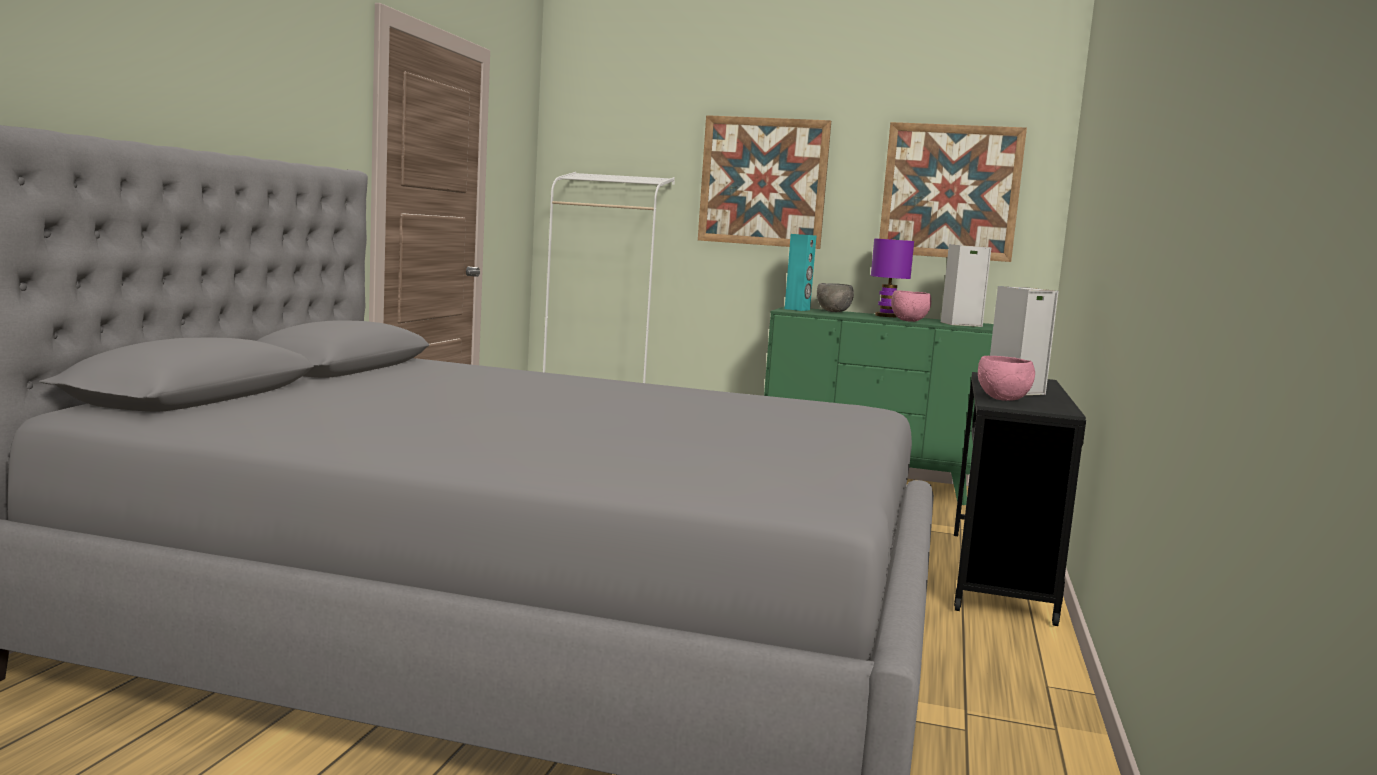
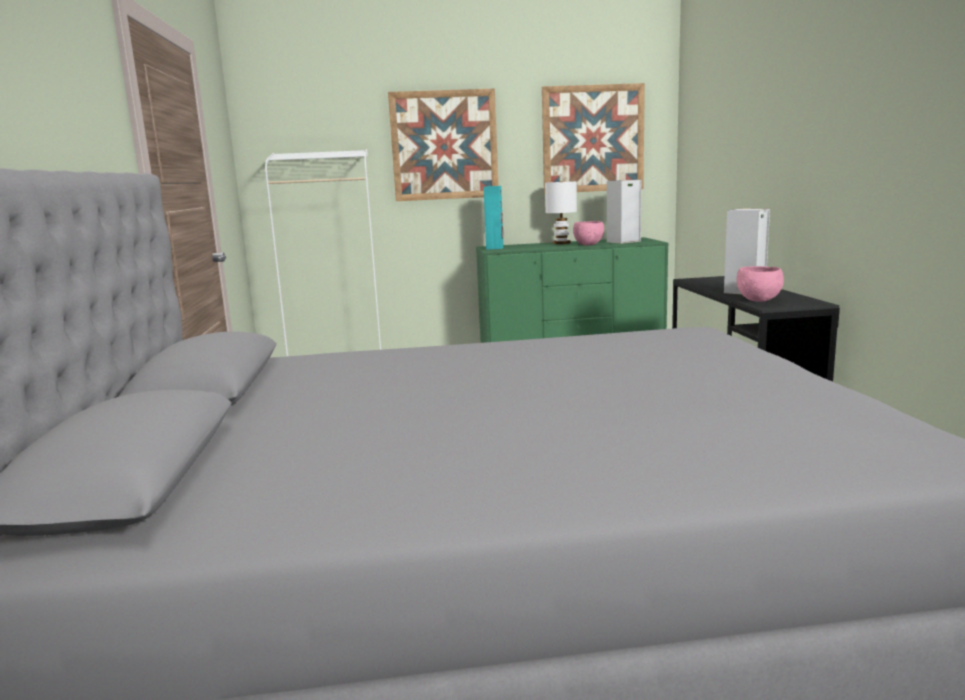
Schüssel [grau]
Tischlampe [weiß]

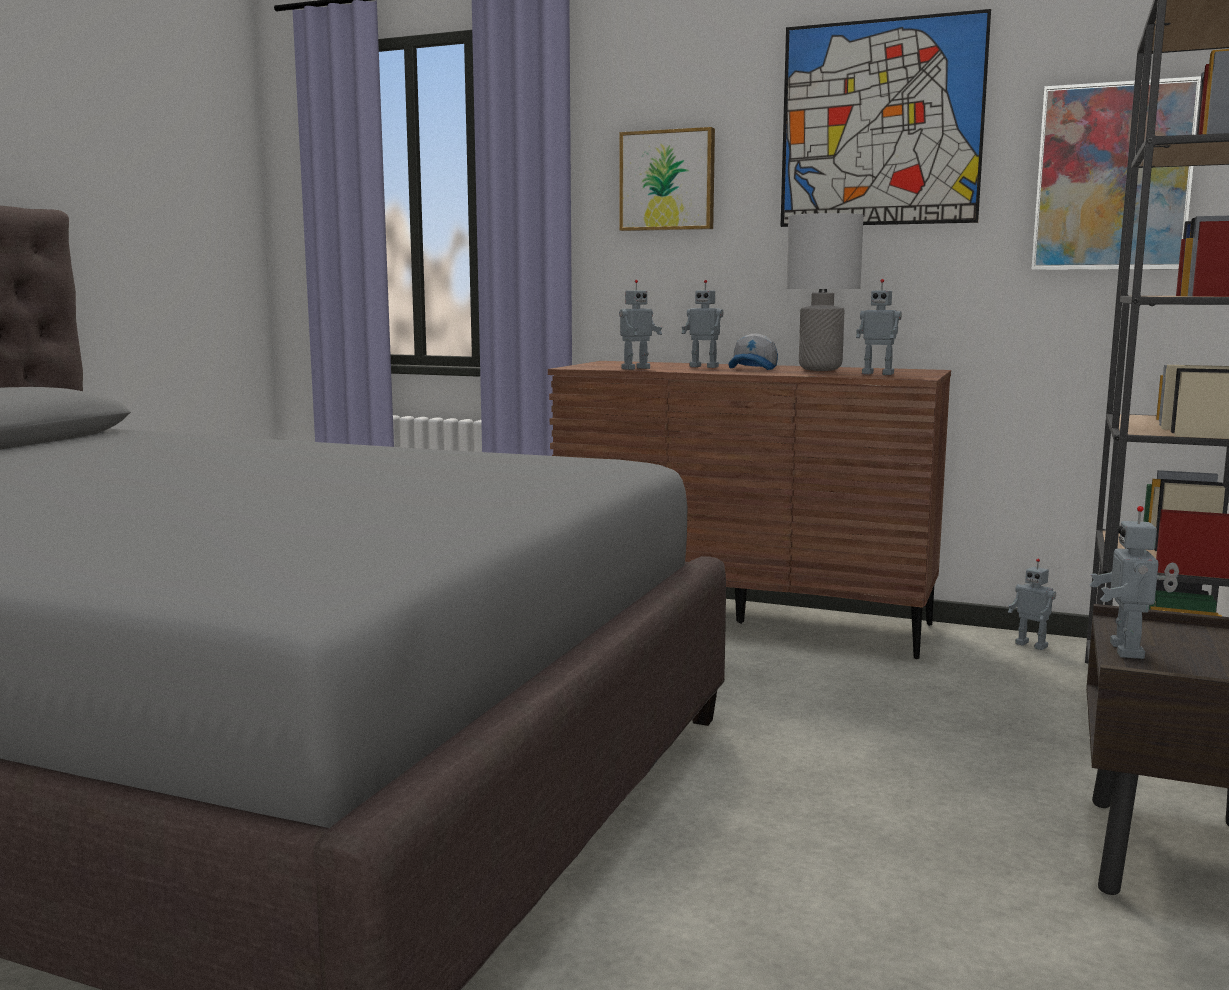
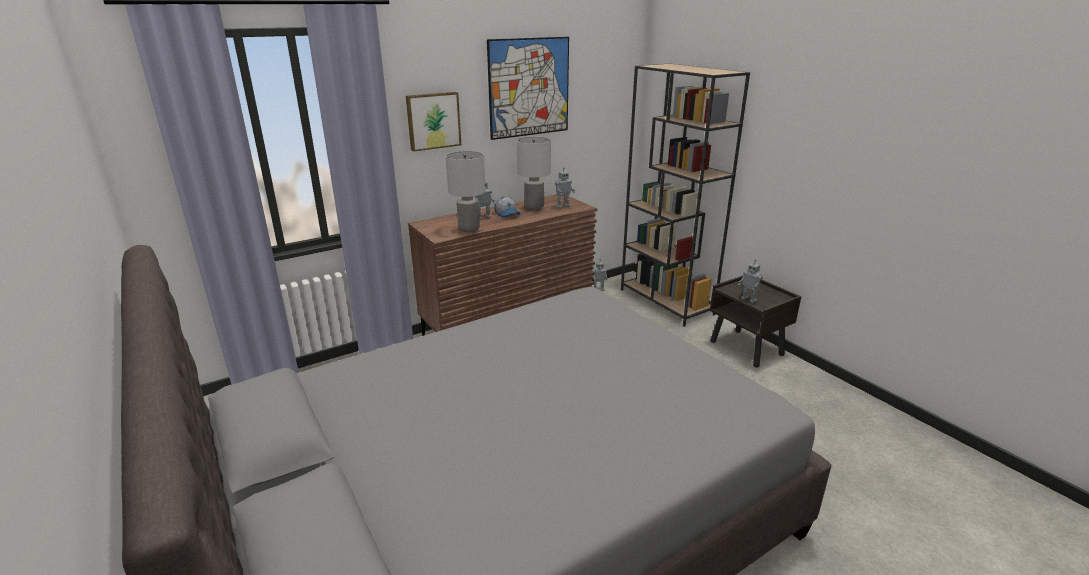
Bild (3rd from left in the first image)
Tischlampe [grau] (1st from left)

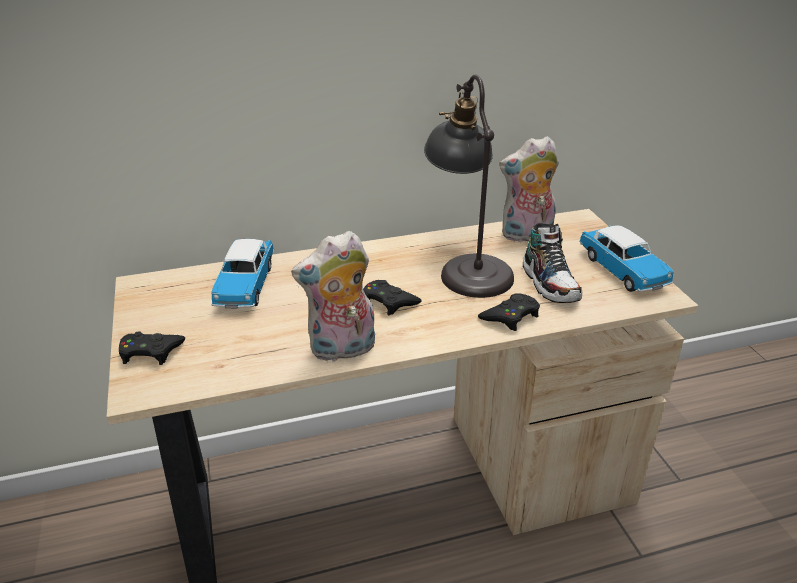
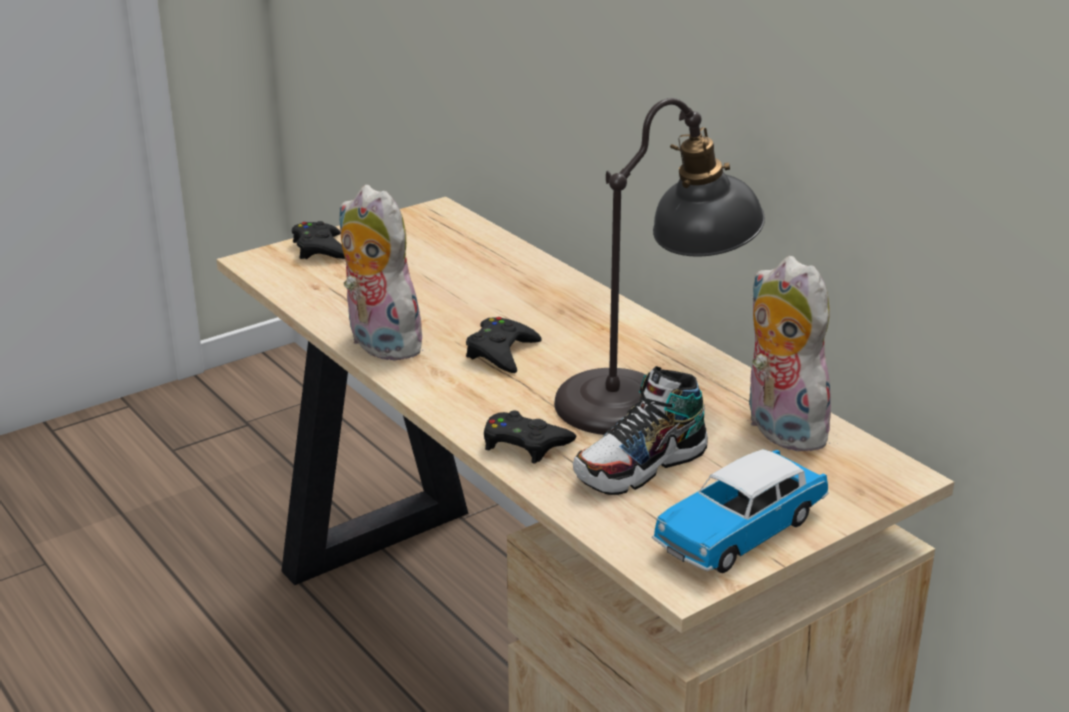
Spielzeugauto (1st from left in the first image)

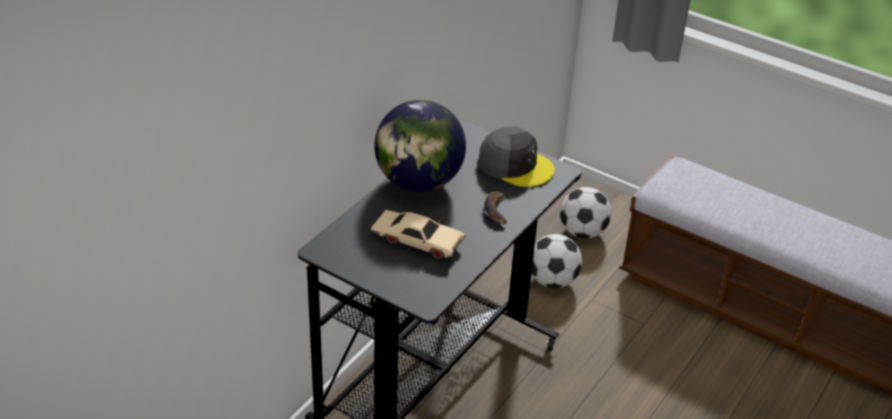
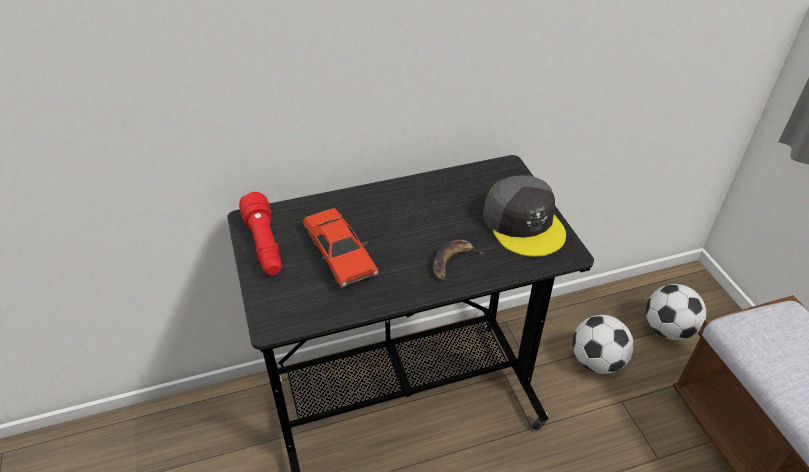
Globus
Taschenlampe [rot]
Spielzeugauto [rot]

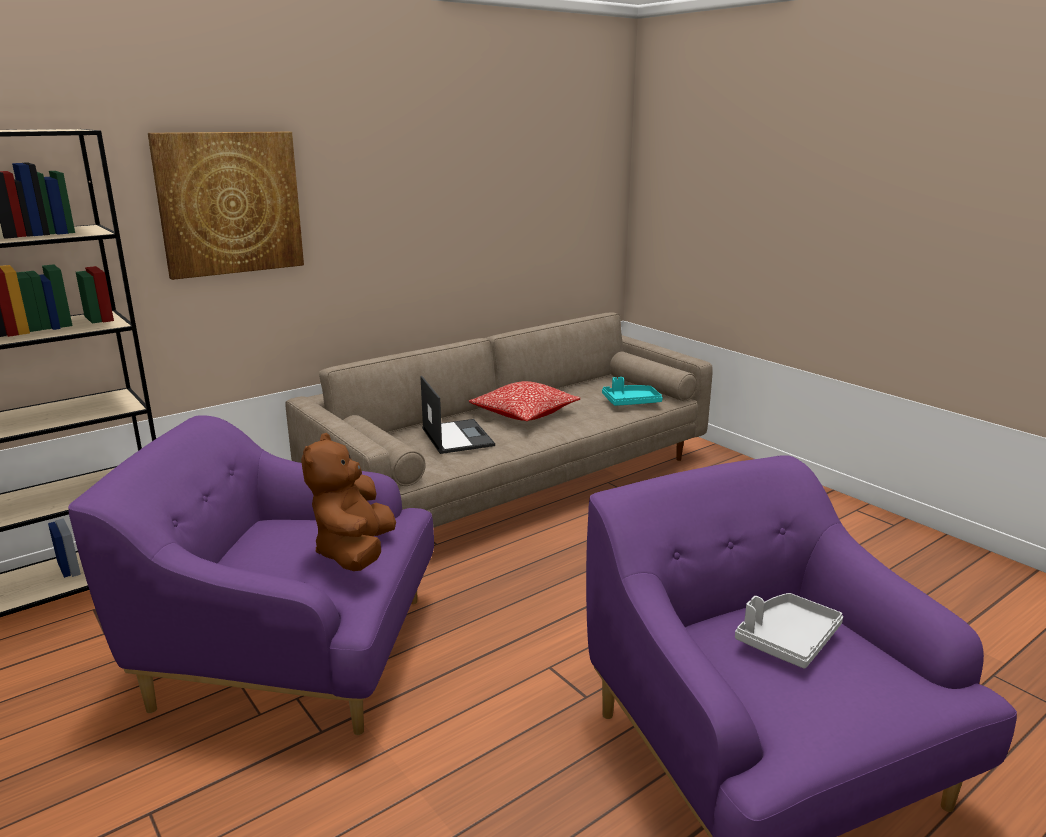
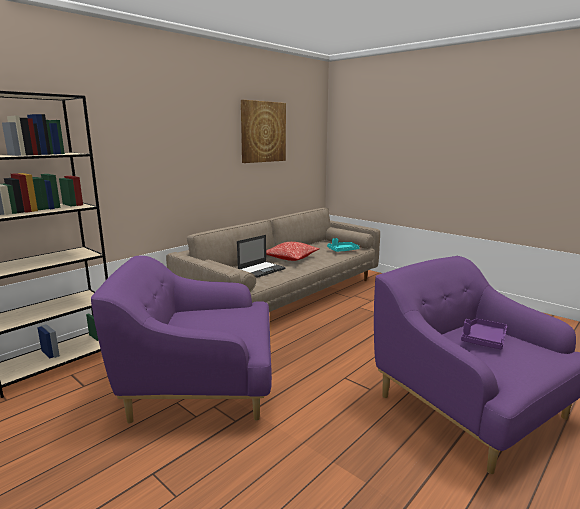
Plüschtier [braun]
Bild
Tablett [lila]
Laptop

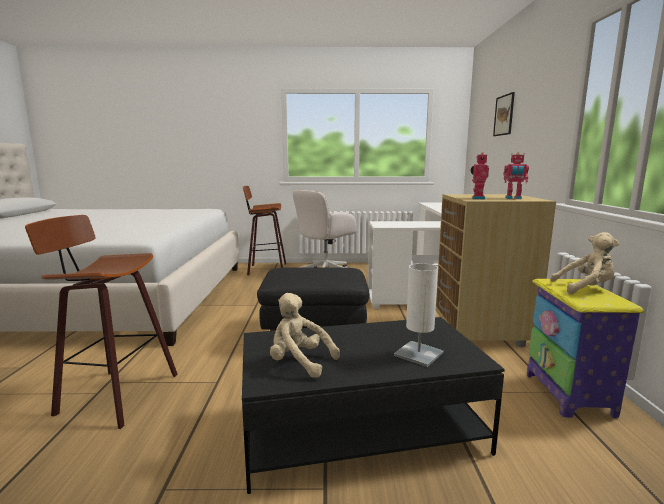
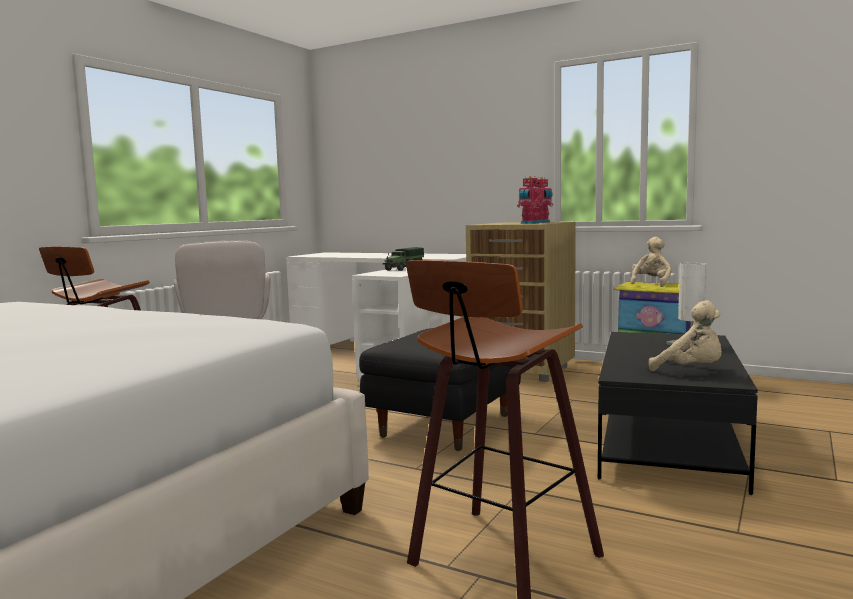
Bild
Spielzeuglaster
Plüschtier [beige] (2nd from left)

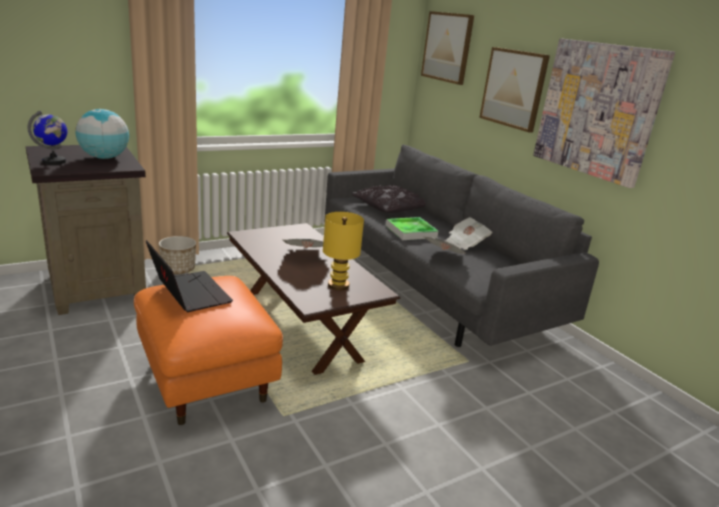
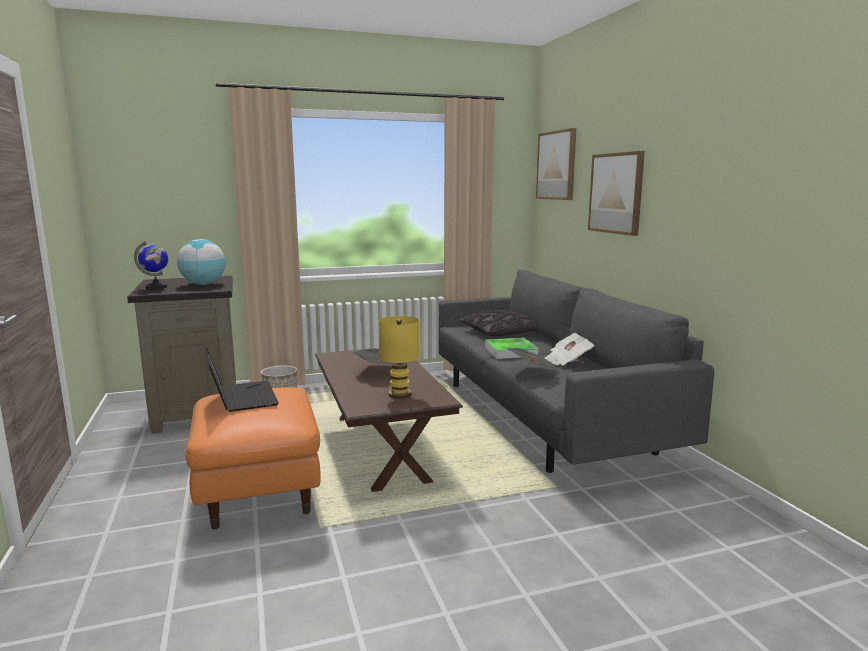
Bild (3rd from left in the first image)

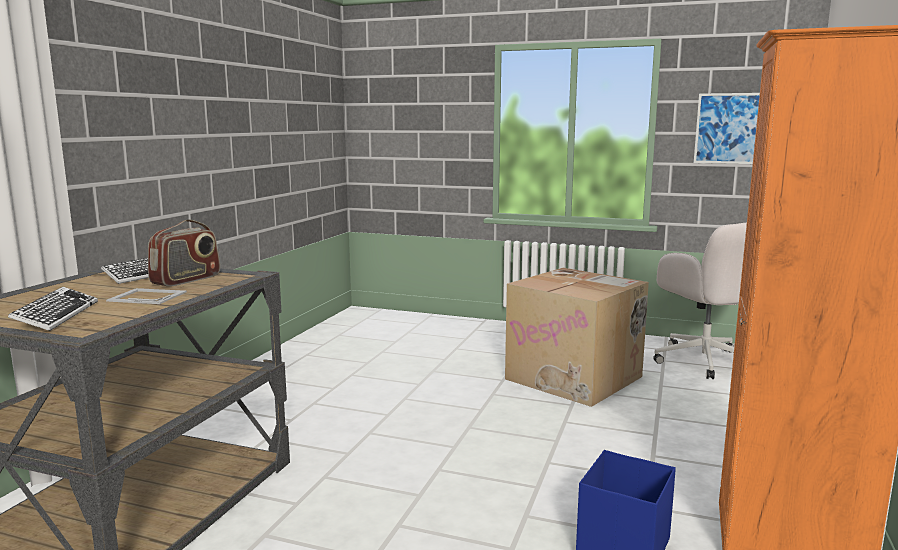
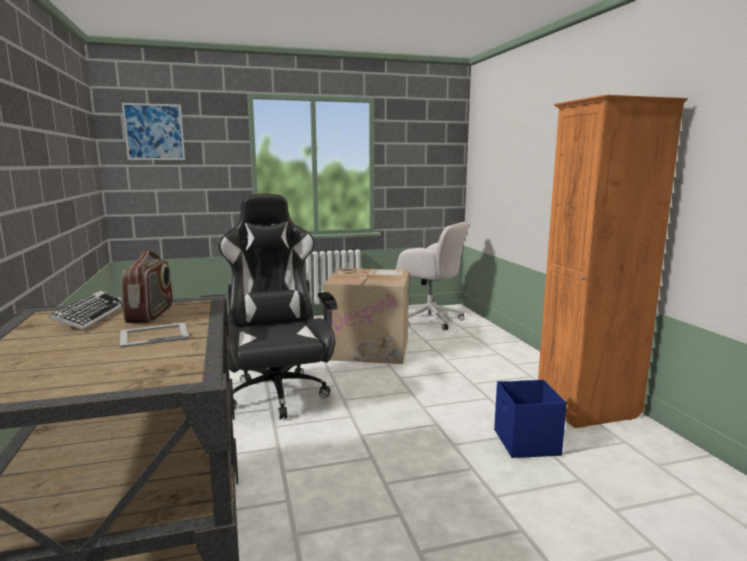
Tastatur (1st from left in the first image)
Bürostuhl [schwarz]
Bild

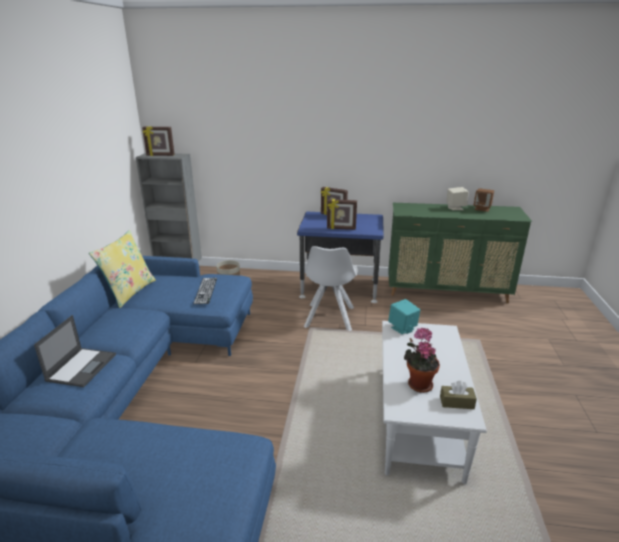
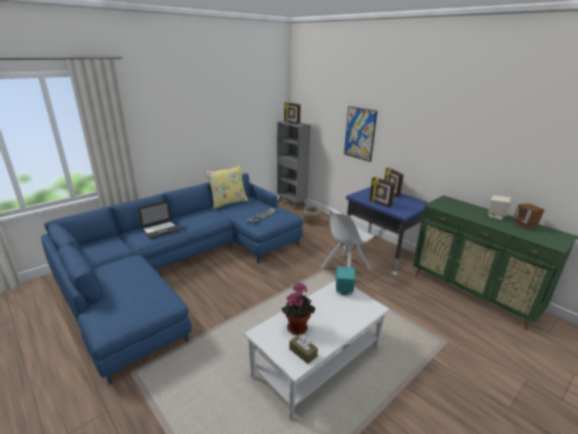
Bild

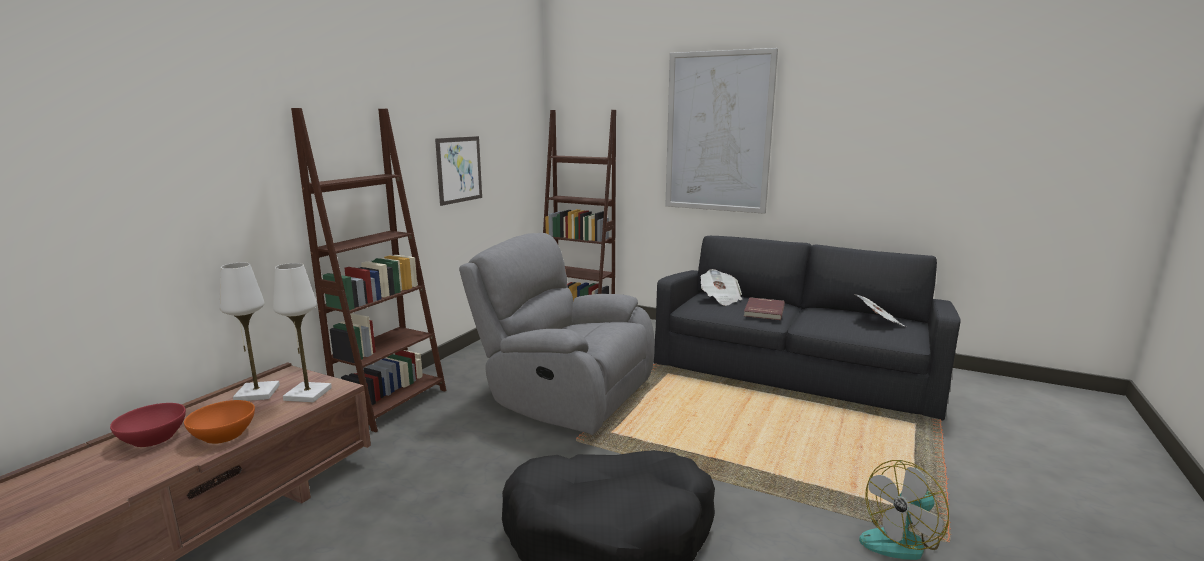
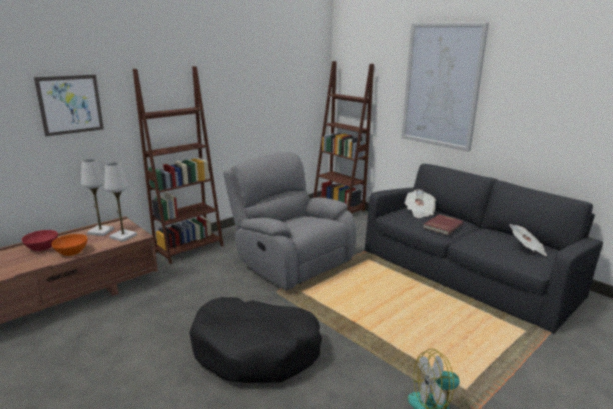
Bild (1st from left)

